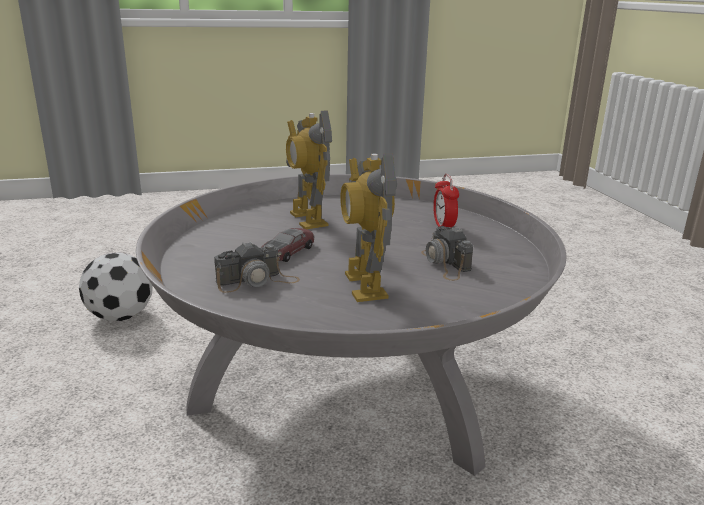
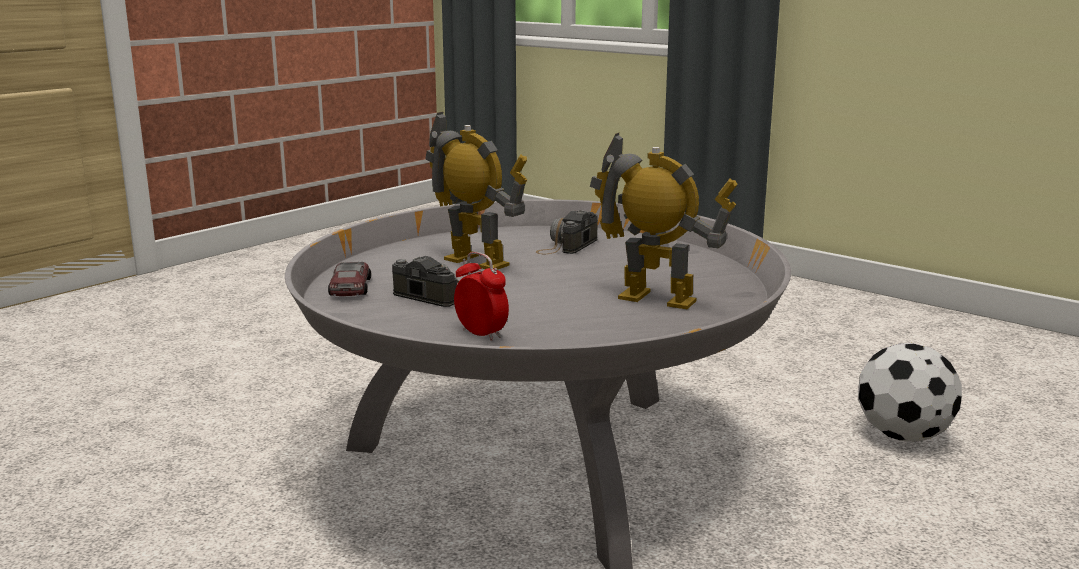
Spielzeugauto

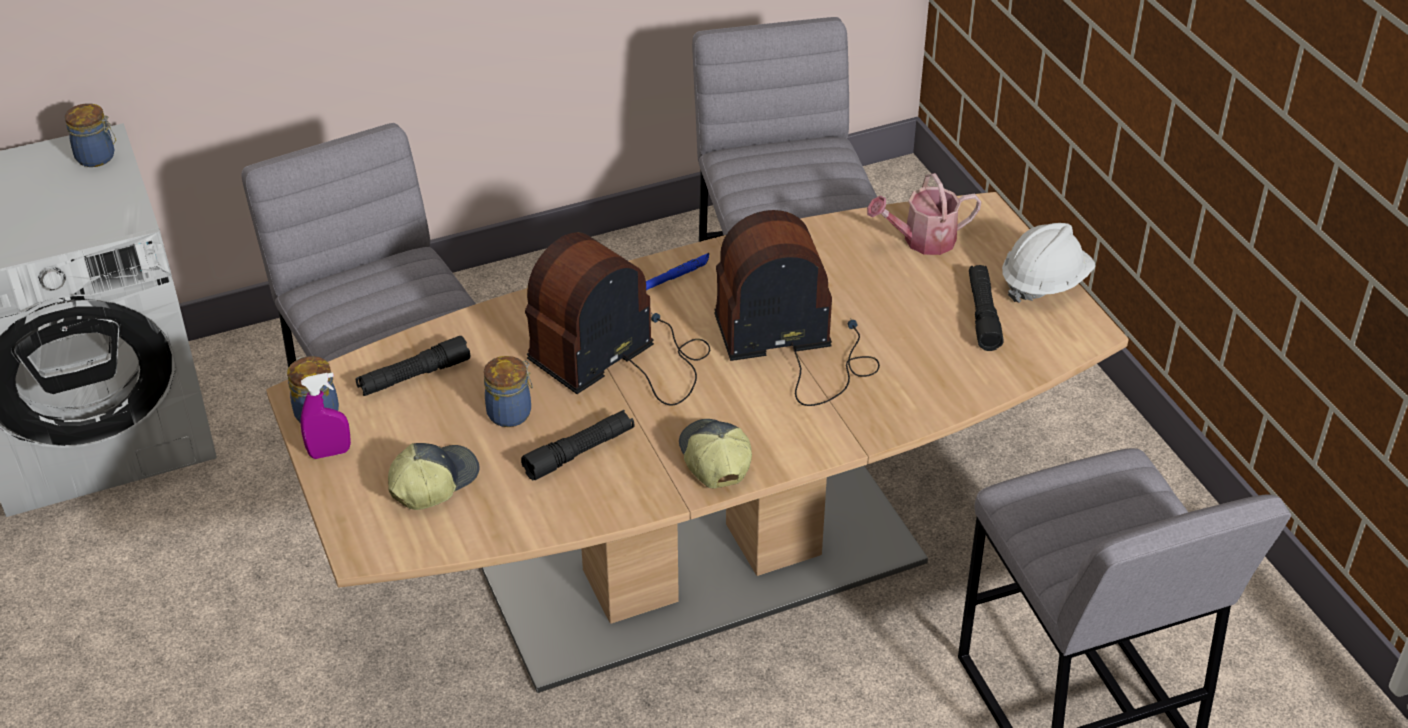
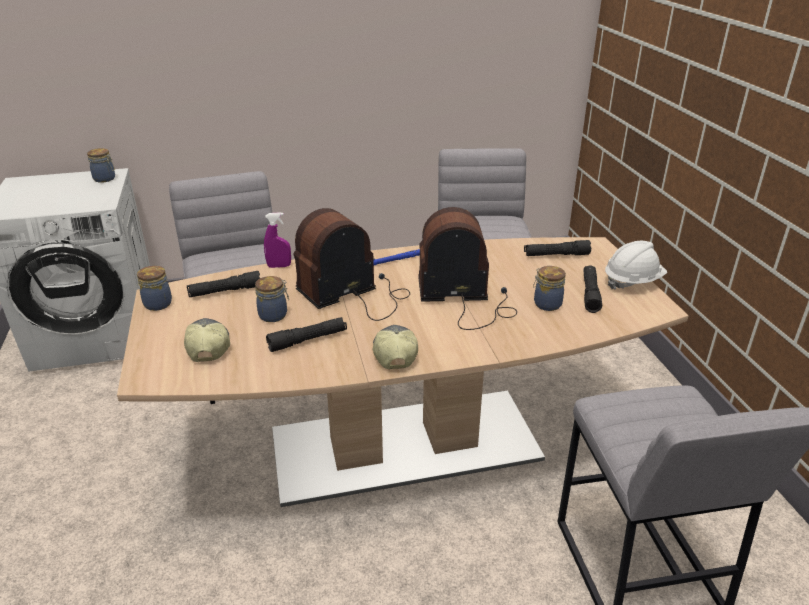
Vorratsglas (4th from left)
Sprühflasche [lila]
Taschenlampe [schwarz] (3rd from left)
Kappe (1st from left)

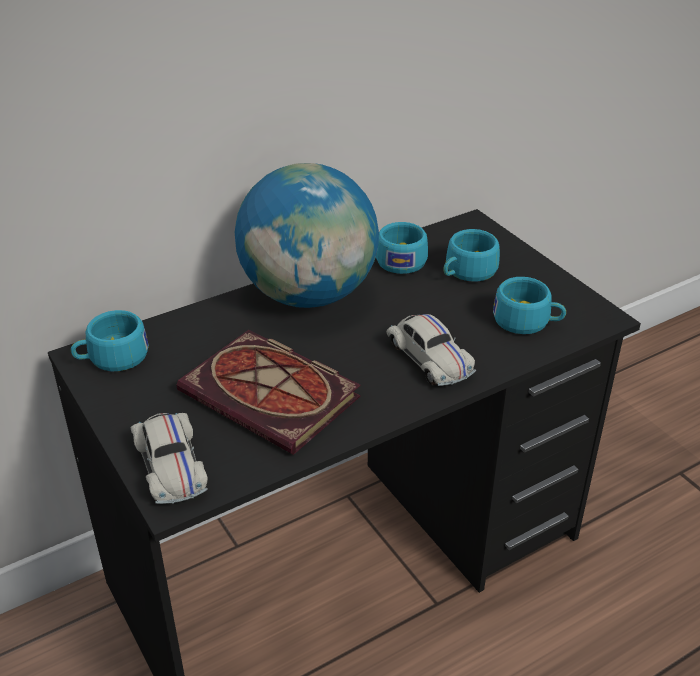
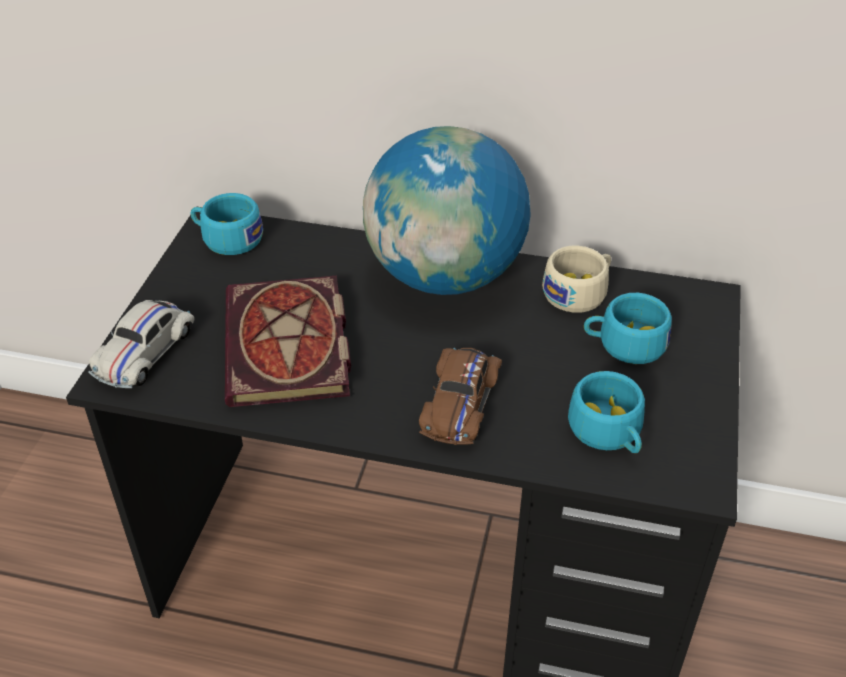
Tasse [beige]
Spielzeugauto [braun]

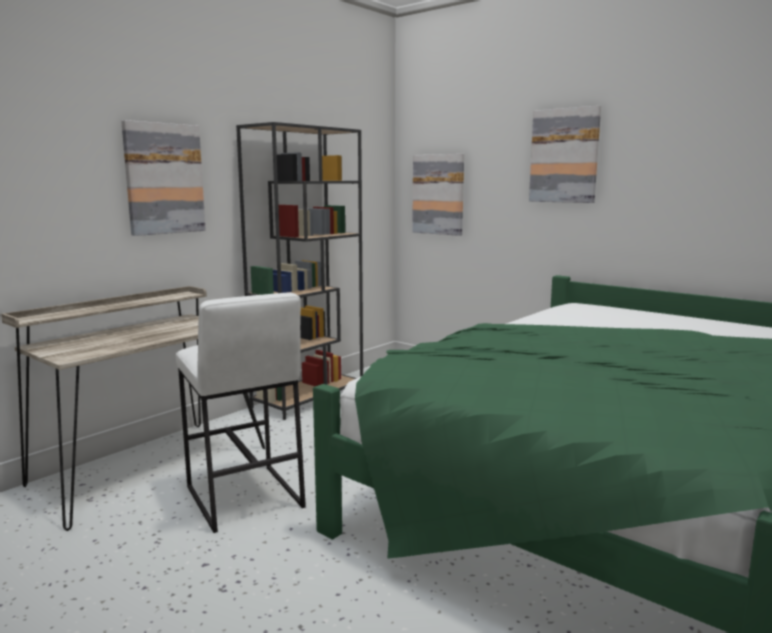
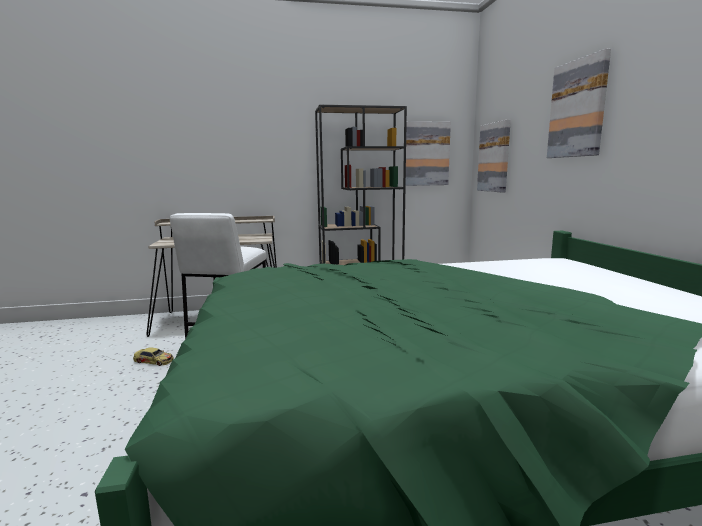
Spielzeugauto
Bild (1st from left)

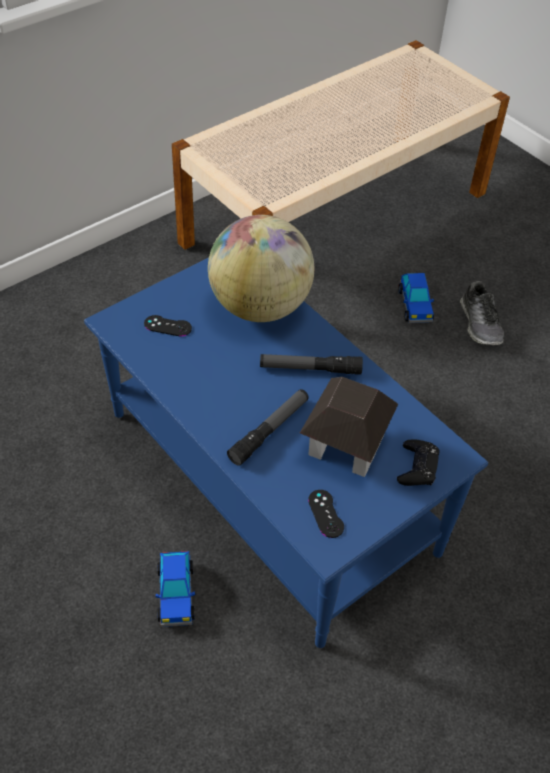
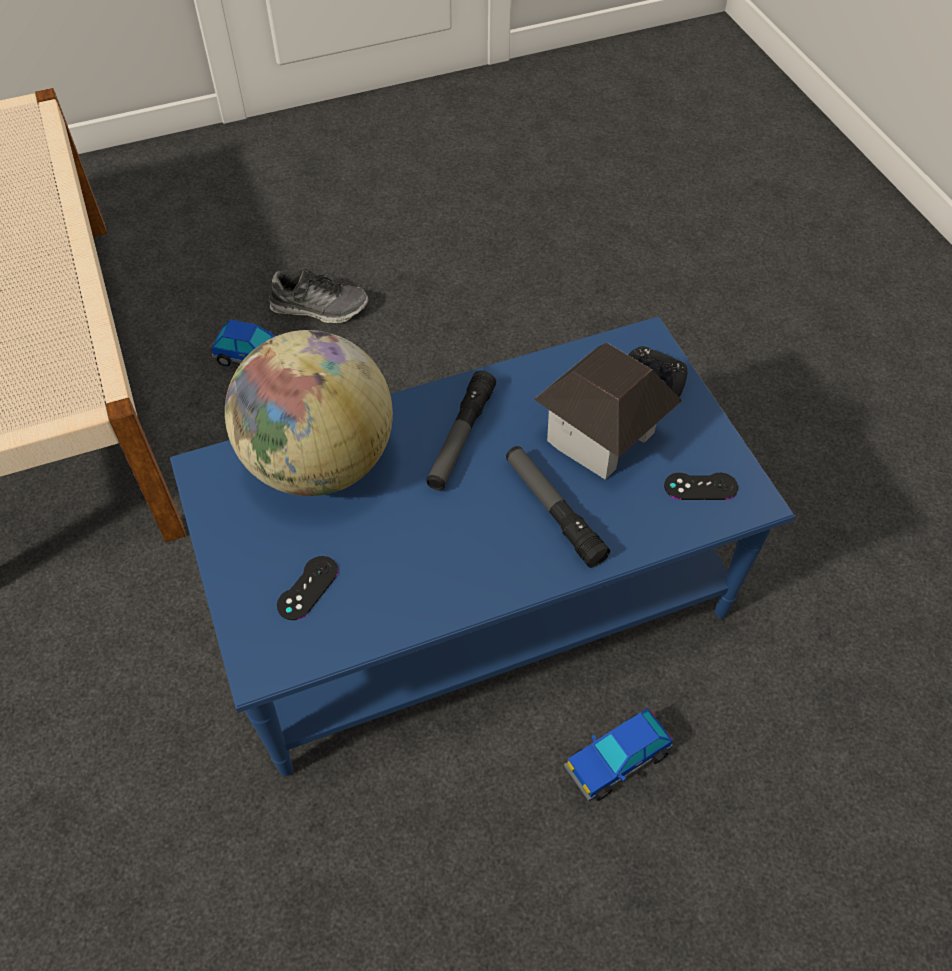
Spielzeugauto (2nd from left)

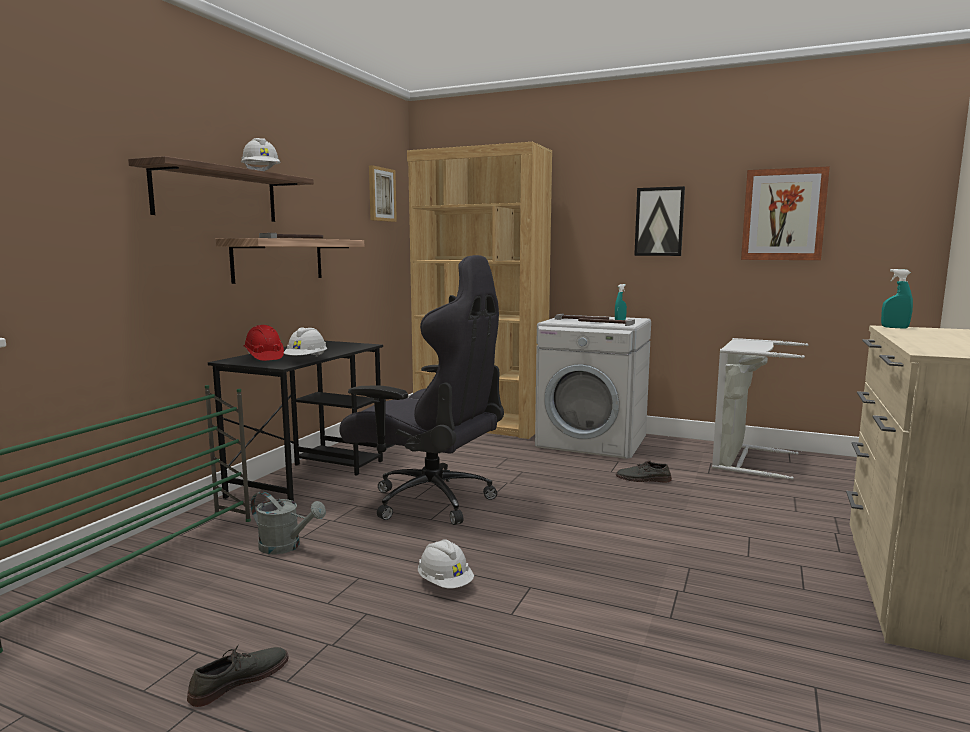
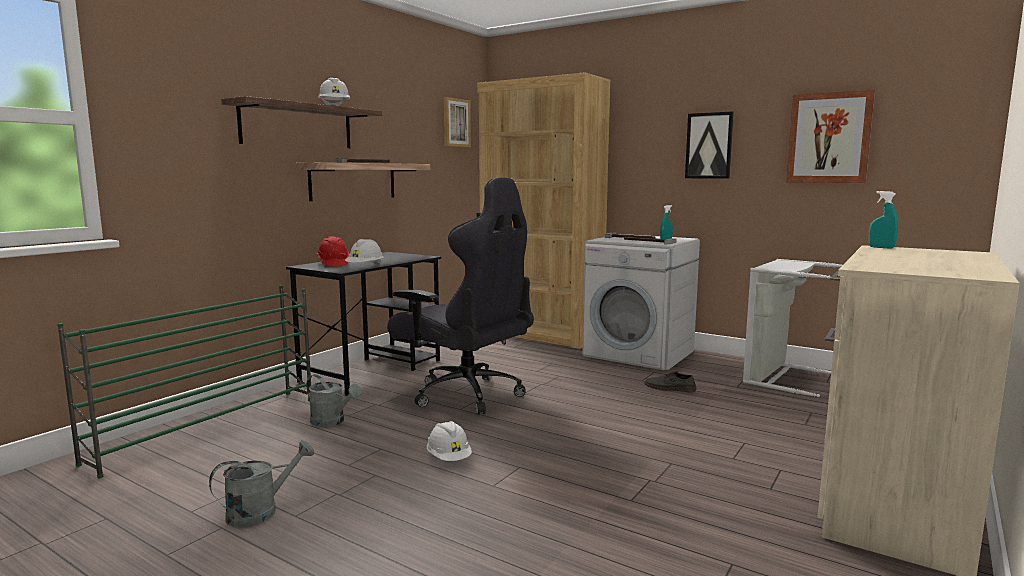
Gießkanne [grau] (1st from left)

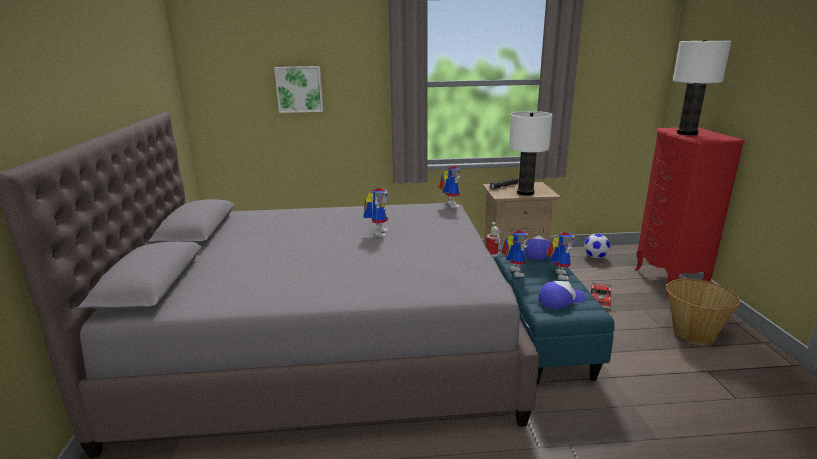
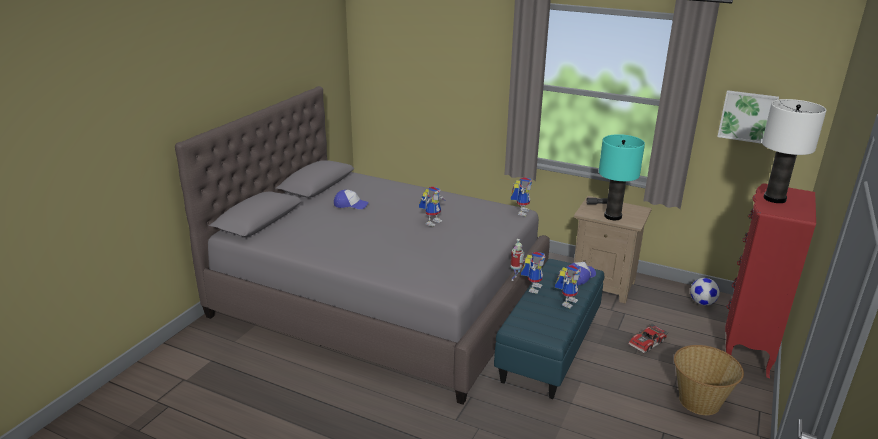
Bild
Kappe (1st from left)
Tischlampe [türkis]

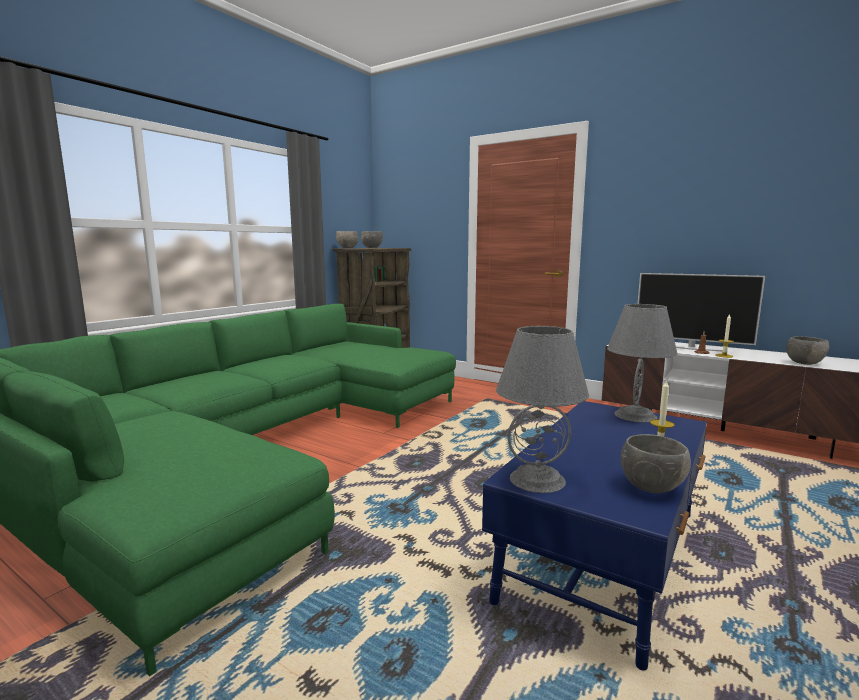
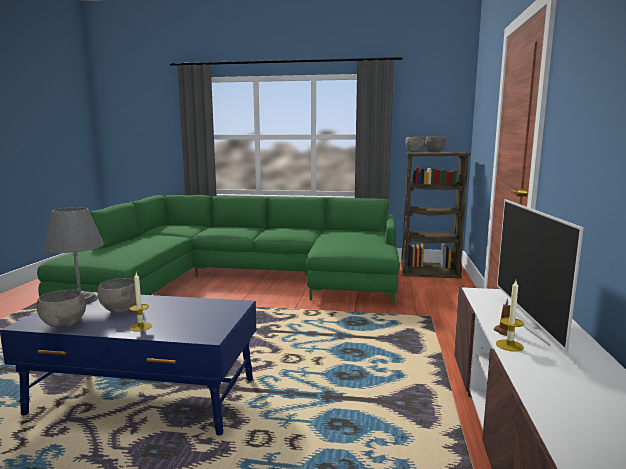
Tischlampe [grau] (2nd from left in the first image)
Schüssel [grau] (2nd from left)

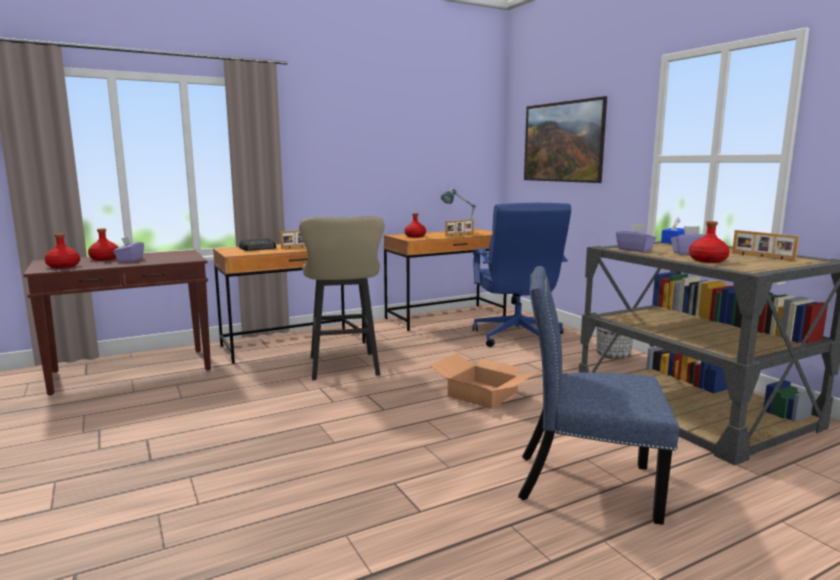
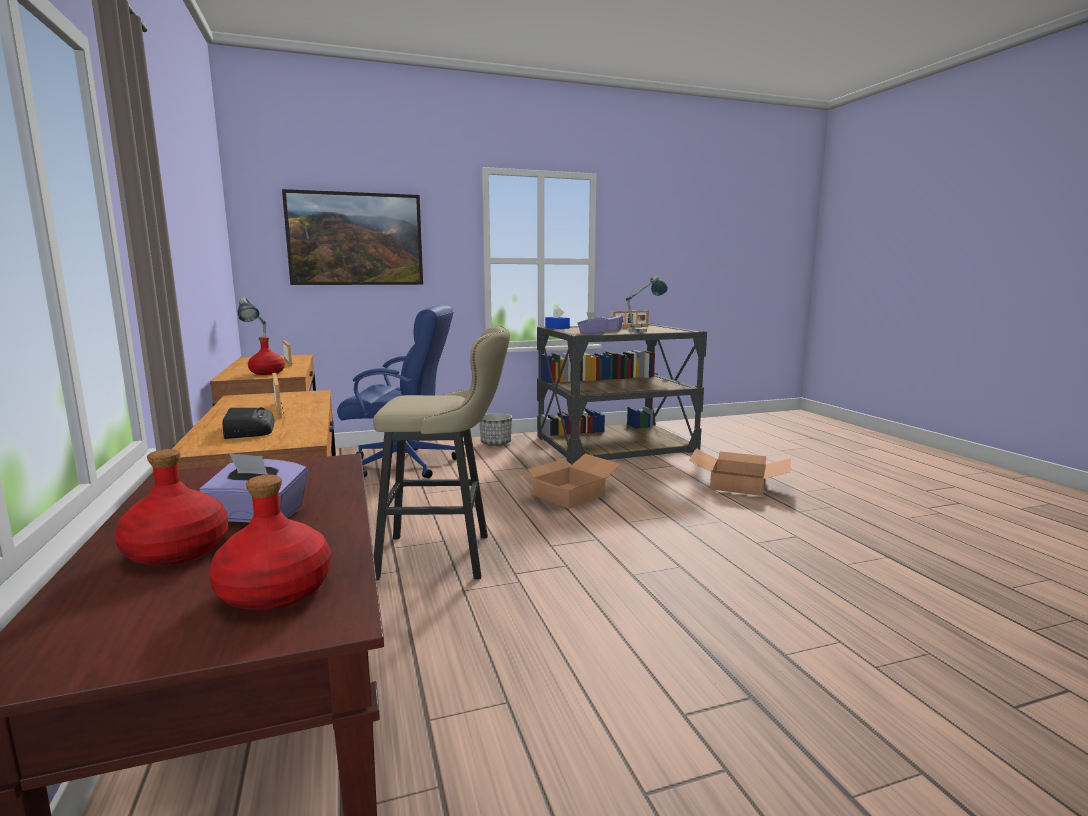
Karton (2nd from left)
Tischlampe (2nd from left)

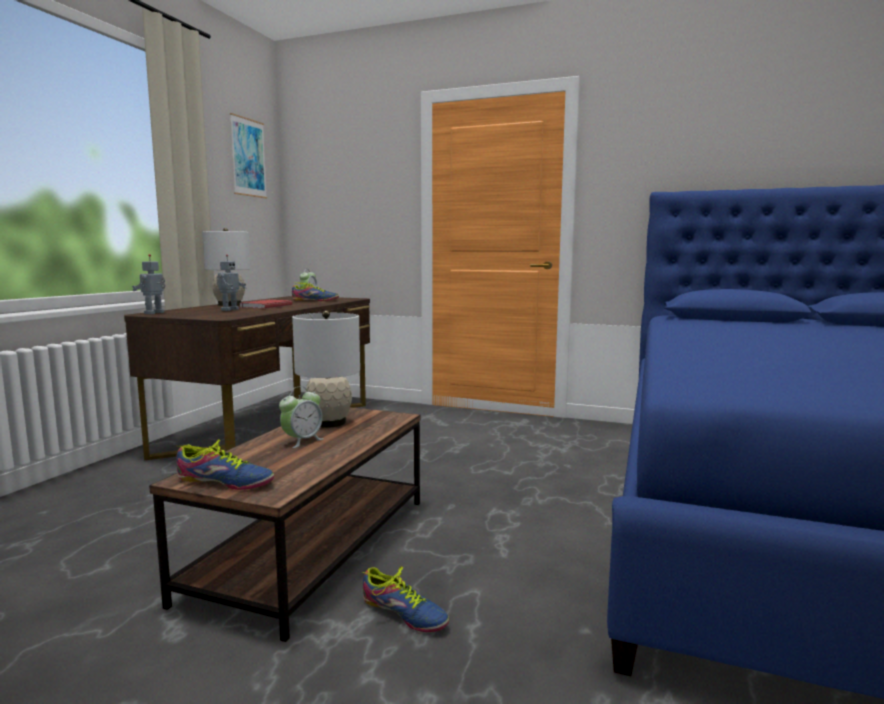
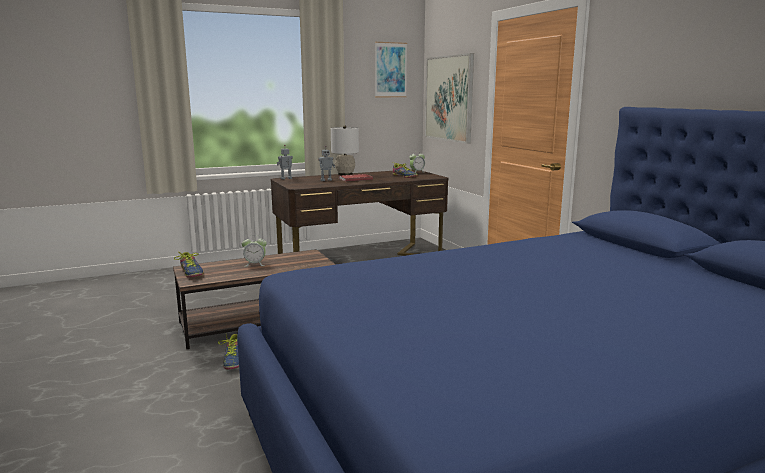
Tischlampe [weiß] (2nd from left in the first image)
Bild (2nd from left)

